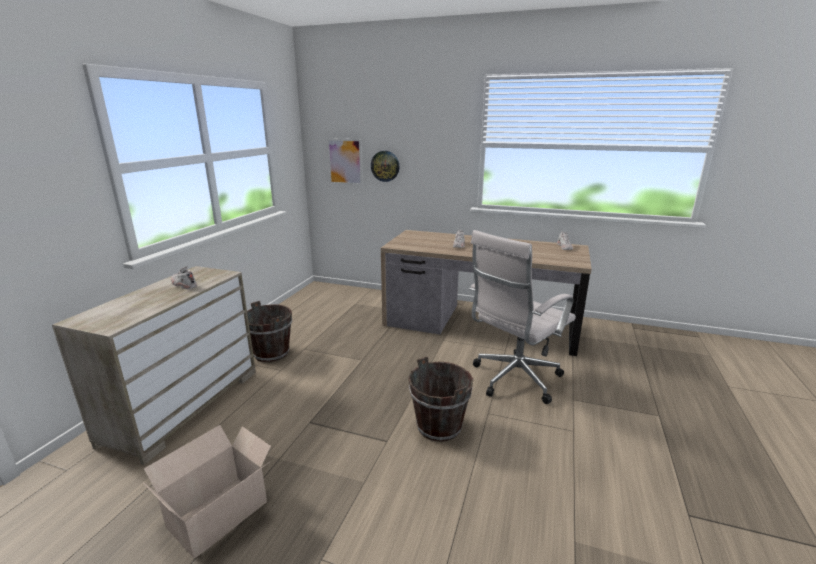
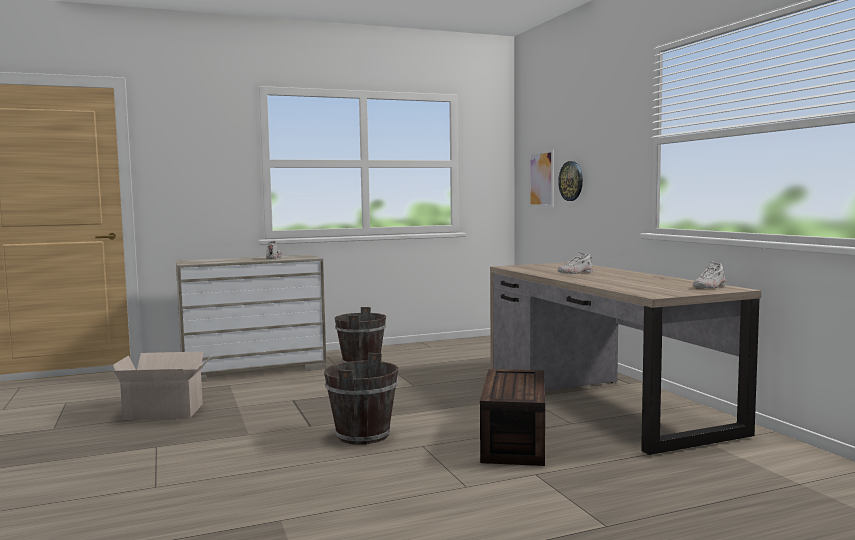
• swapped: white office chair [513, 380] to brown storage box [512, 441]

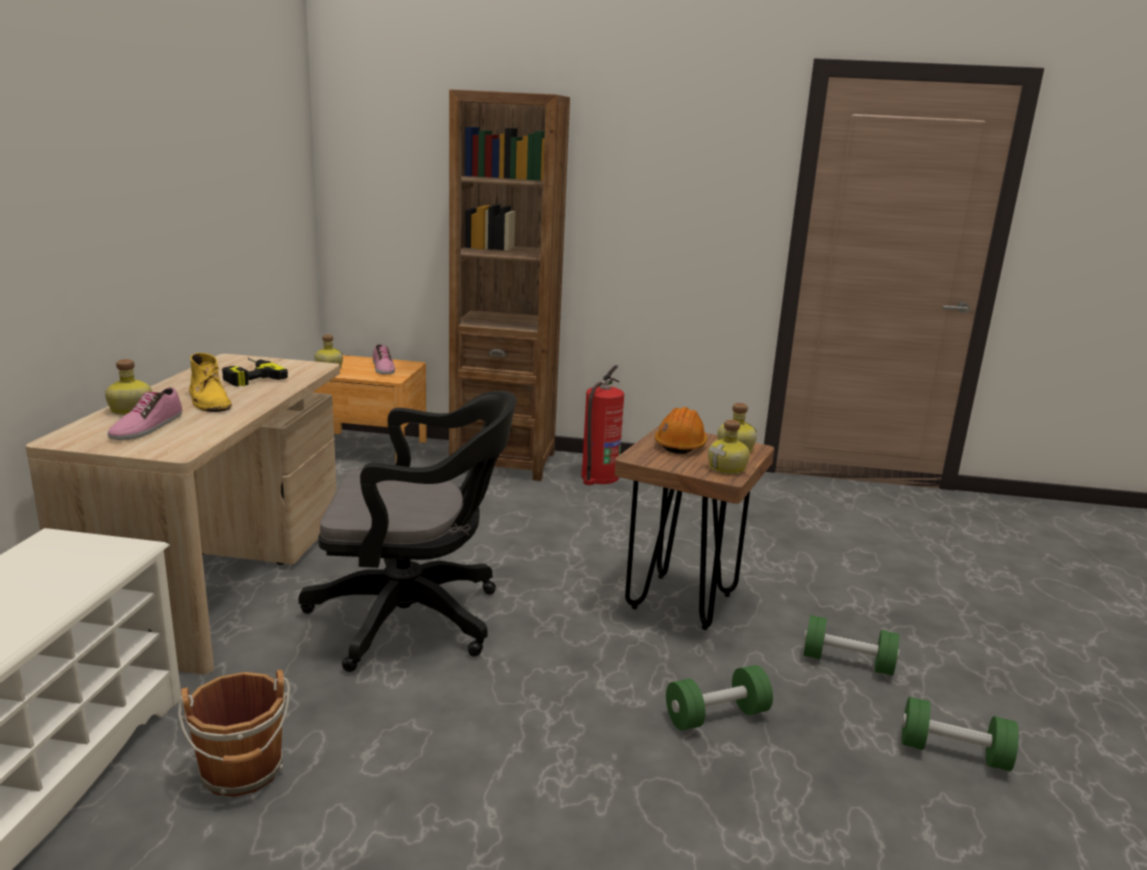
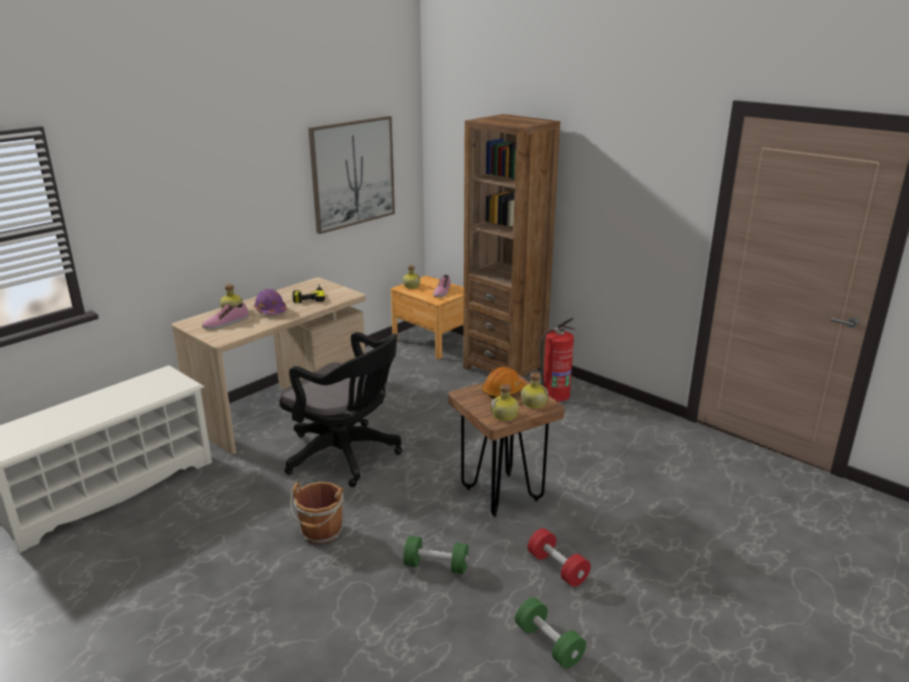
• swapped: yellow boot [209, 401] to purple hard hat [271, 310]
• shifted: brown bucket [243, 772] to [321, 533]
• new: picture [353, 173]
• repainted: green dumbbell [847, 662] to red dumbbell [557, 568]

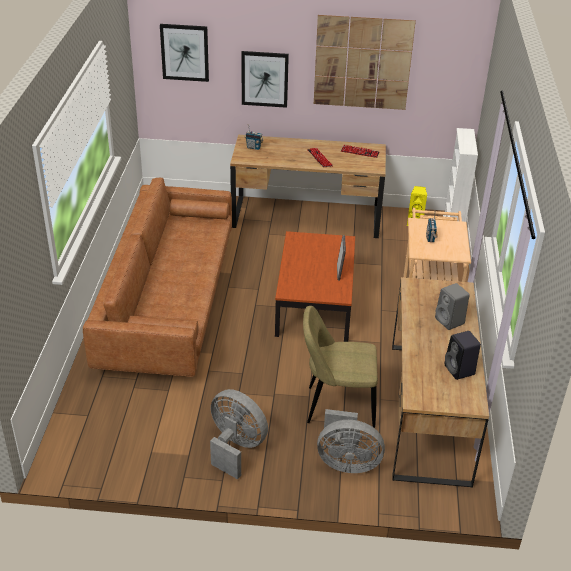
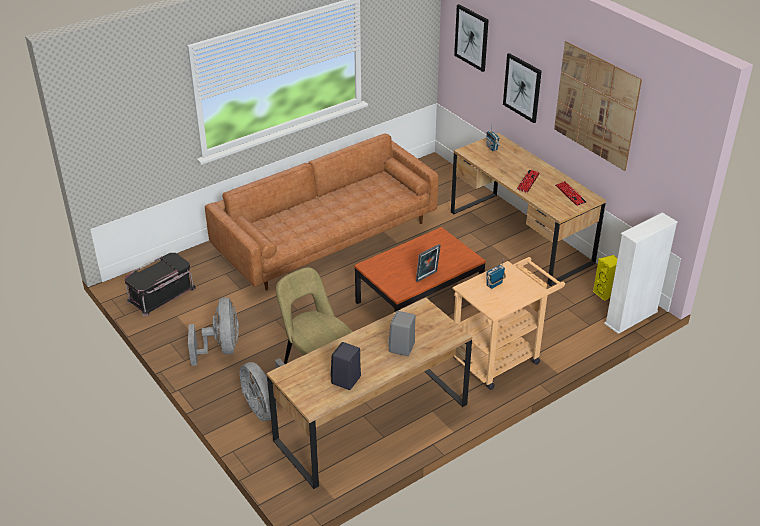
• new: black storage box [161, 295]

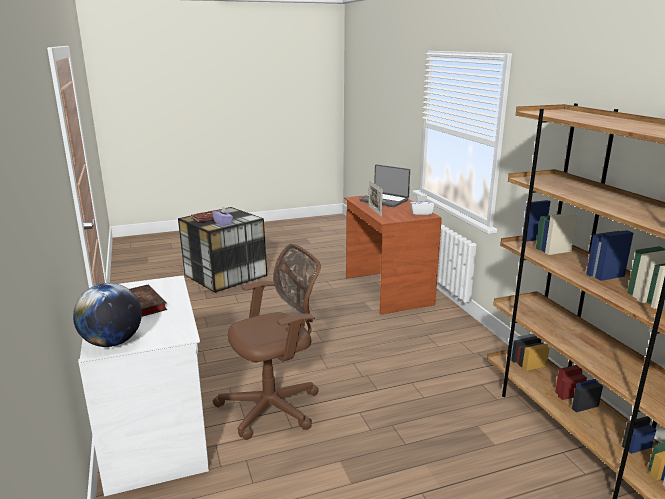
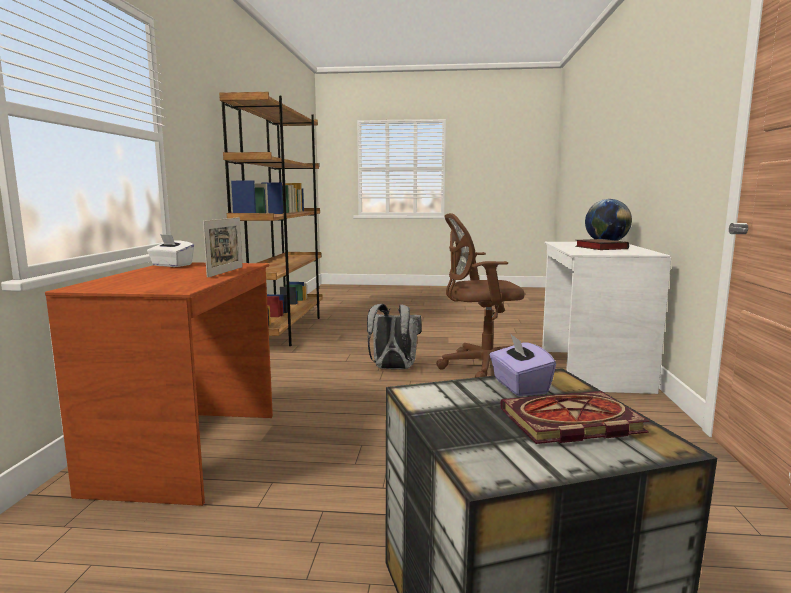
• new: grey backpack [392, 369]
• gone: laptop [384, 200]

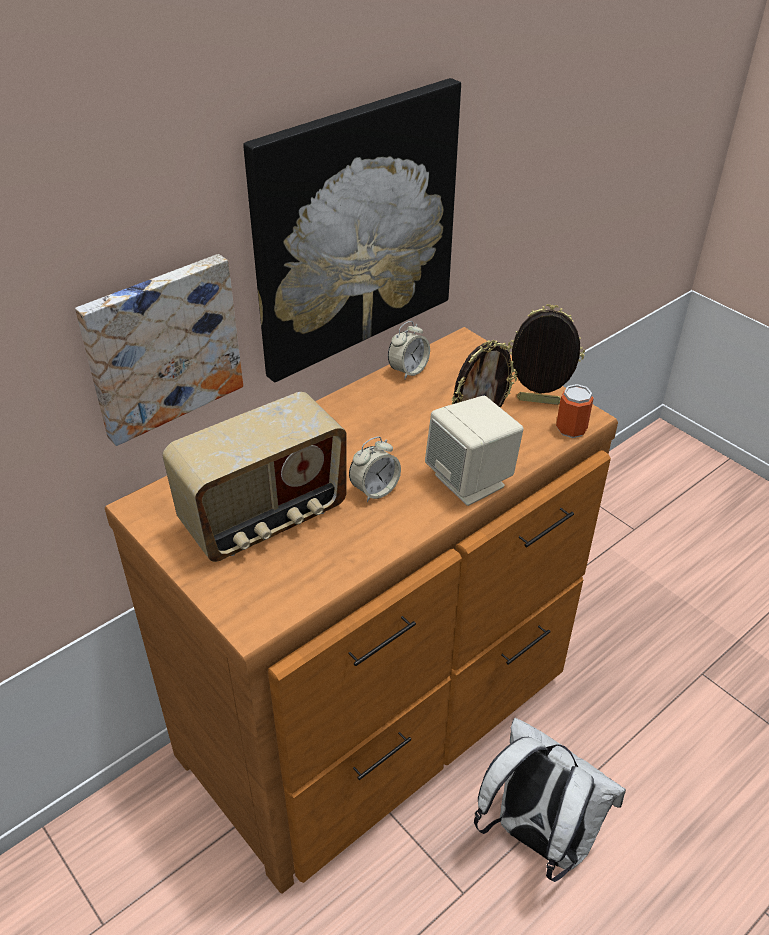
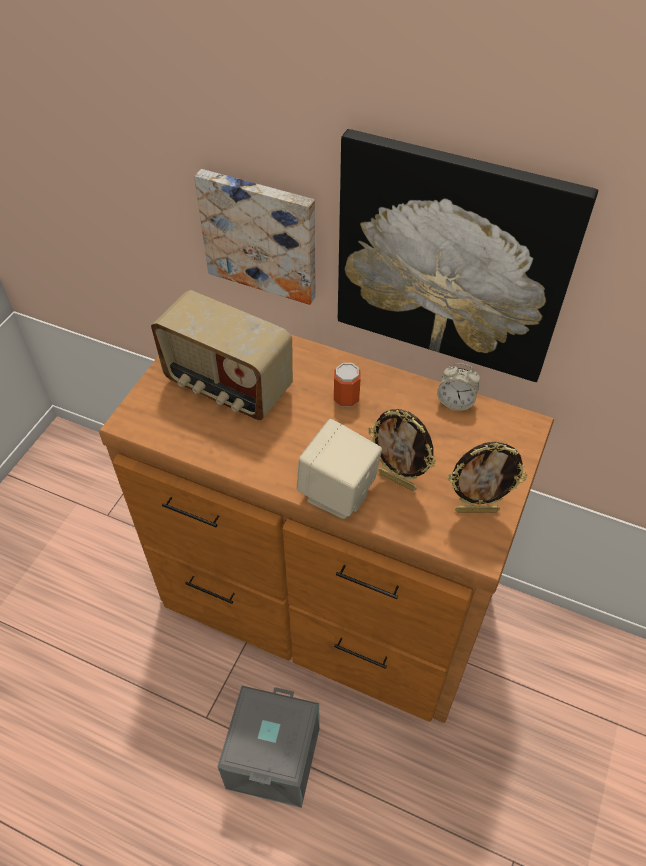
• swapped: white backpack [537, 838] to grey storage box [272, 757]
• shifted: can [571, 429] to [346, 398]
• rotated: picture frame [538, 402] = [477, 509] 105 degrees clockwise
• gone: alarm clock [374, 490]

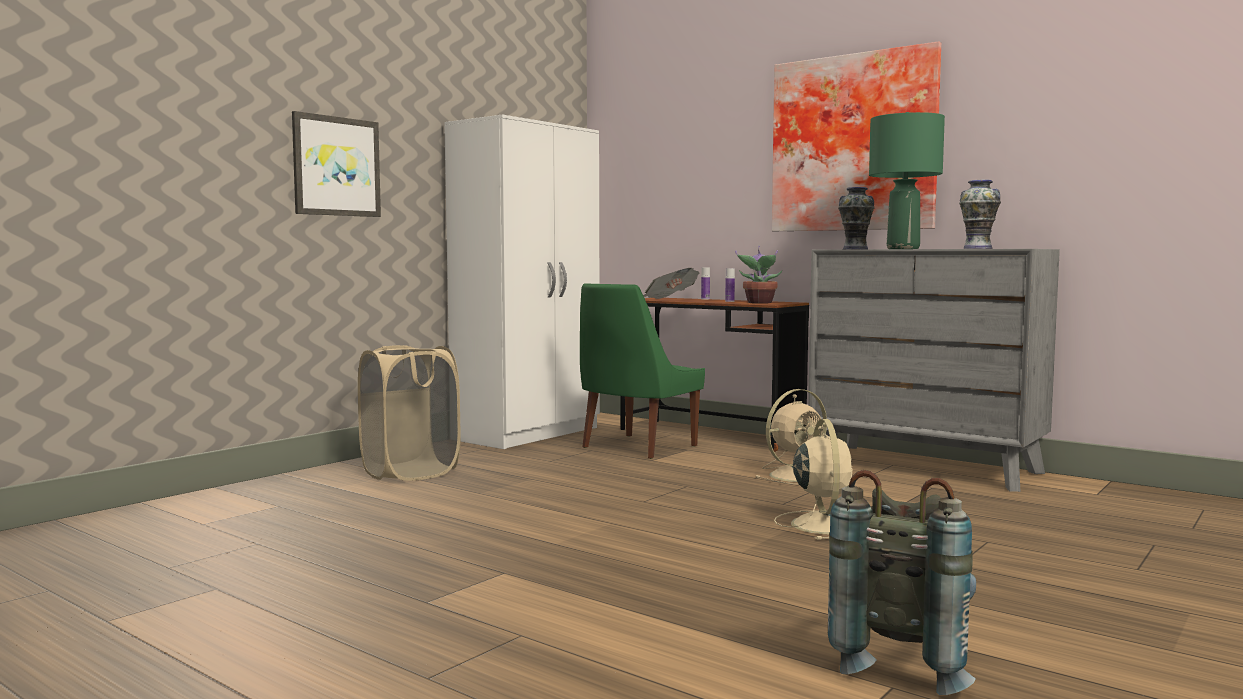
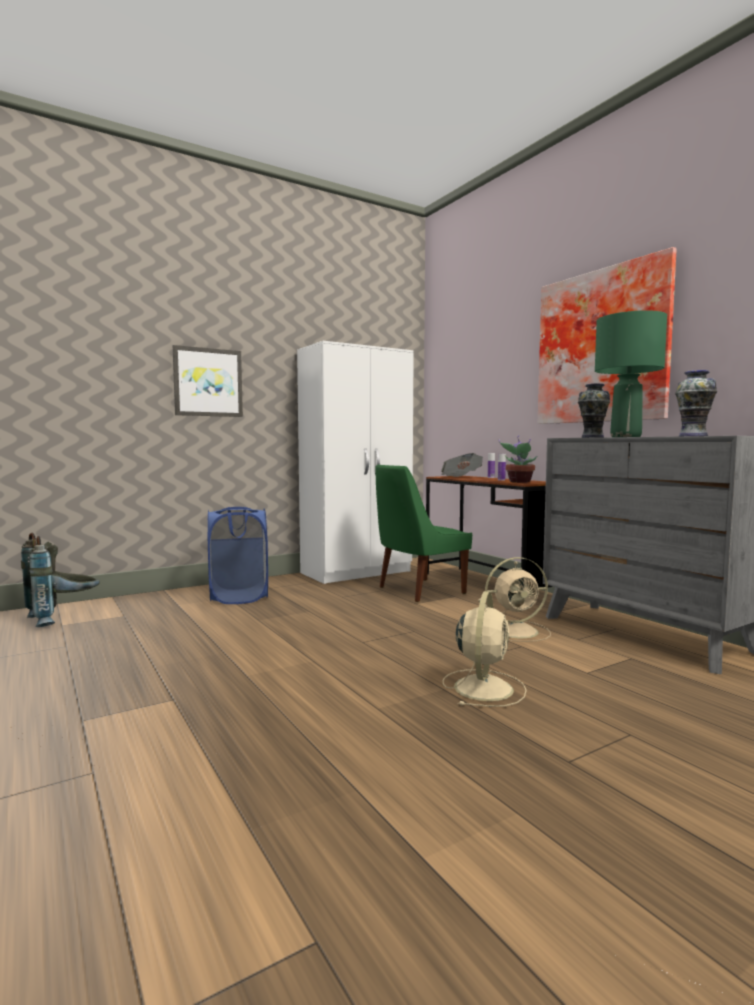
• shifted: grey backpack [904, 662] to [63, 618]
• repainted: beige laundry basket [410, 472] to blue laundry basket [238, 597]

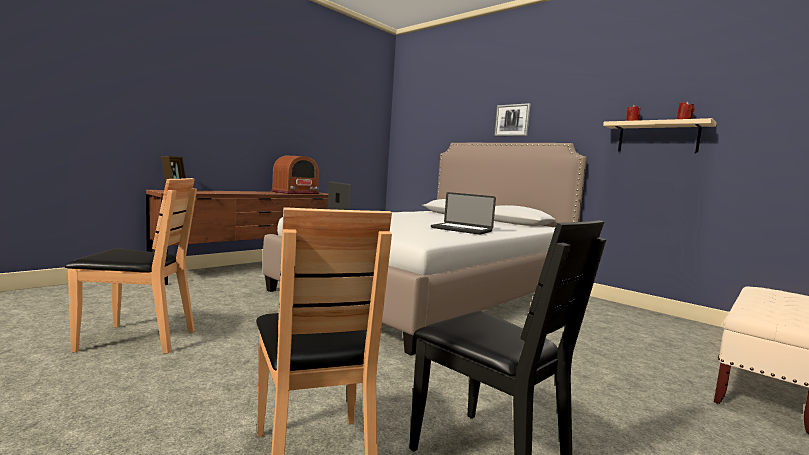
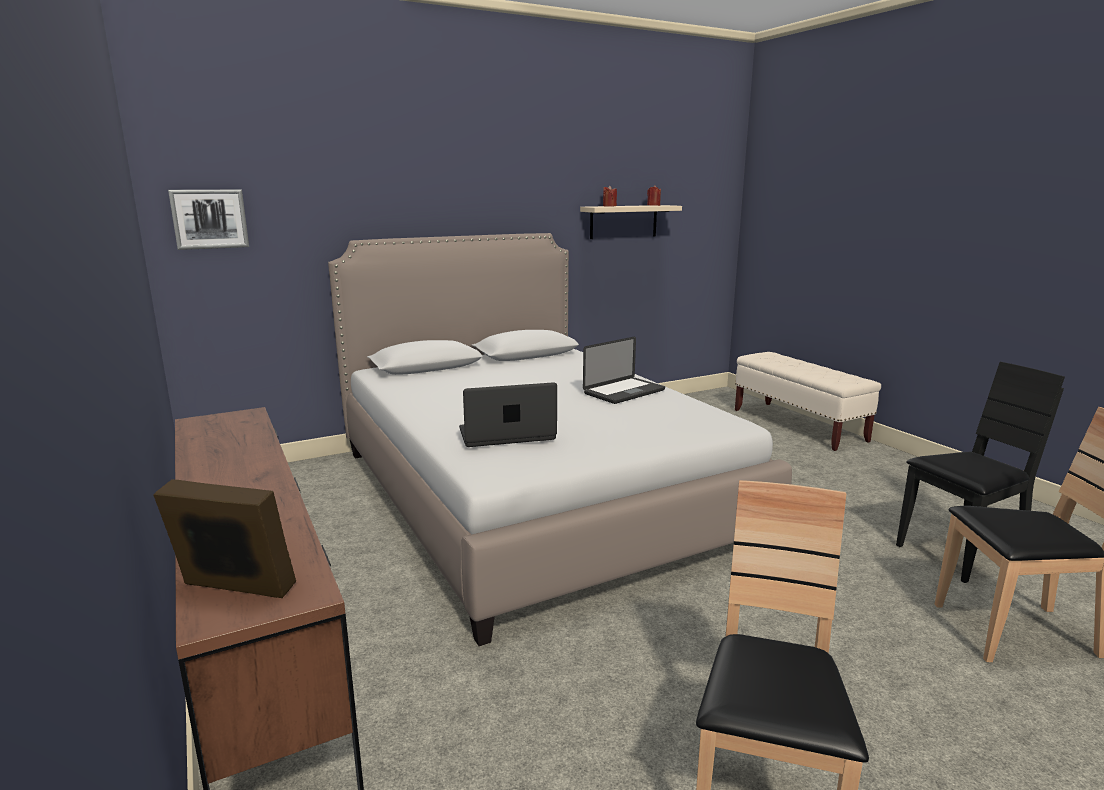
• shifted: picture [512, 120] to [209, 219]
• gone: radio [295, 193]

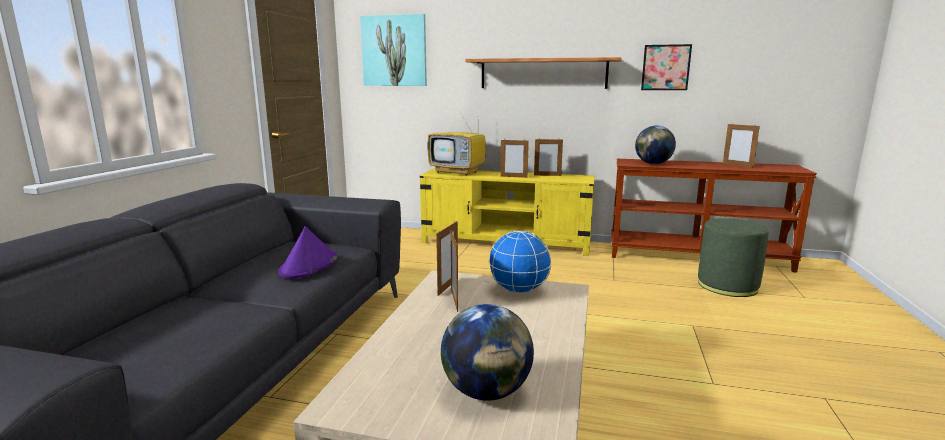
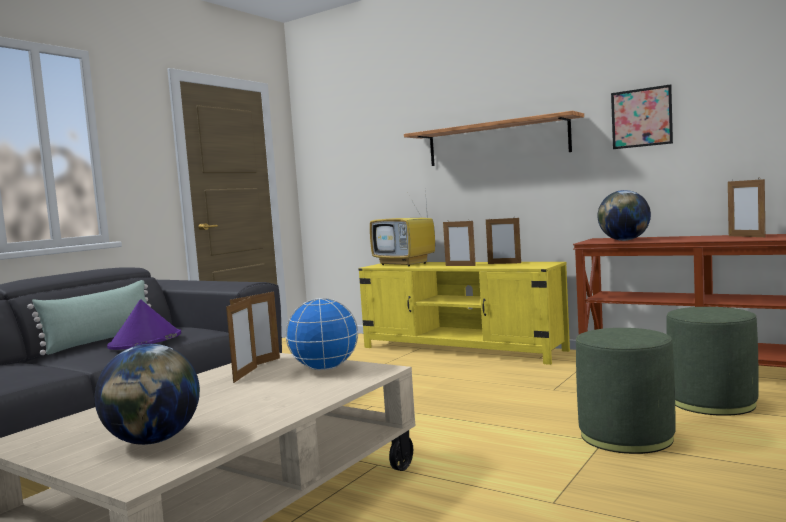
• new: green pillow [102, 341]
• new: green ottoman [626, 436]
• gone: picture [394, 51]

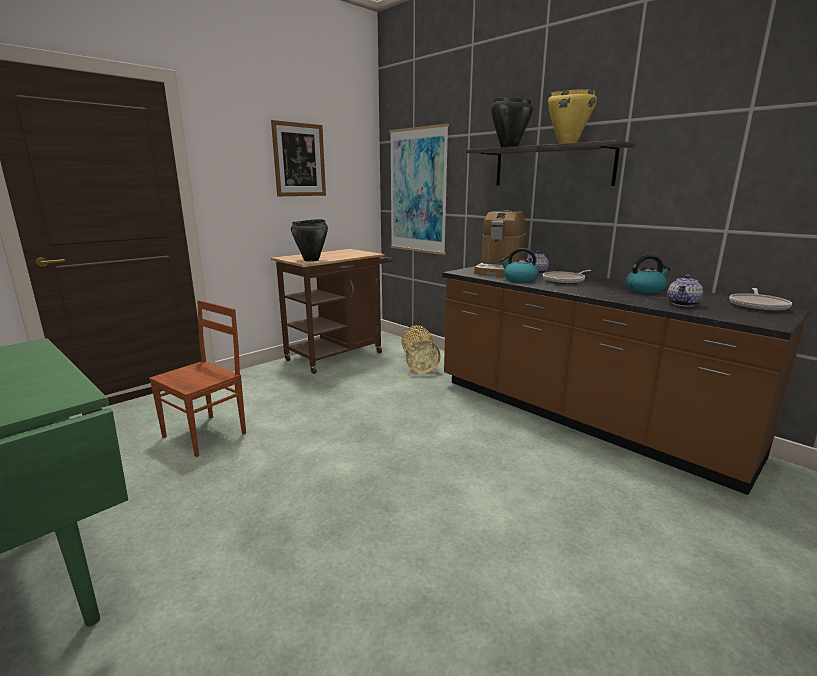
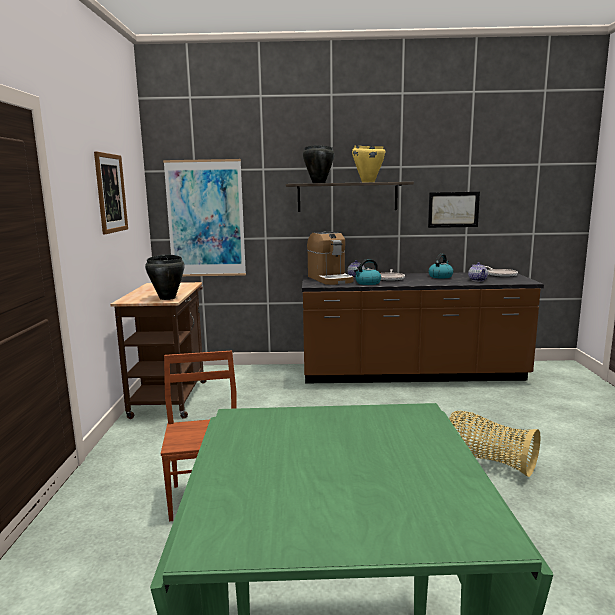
• new: picture [453, 209]
• shifted: basket [419, 362] to [487, 460]

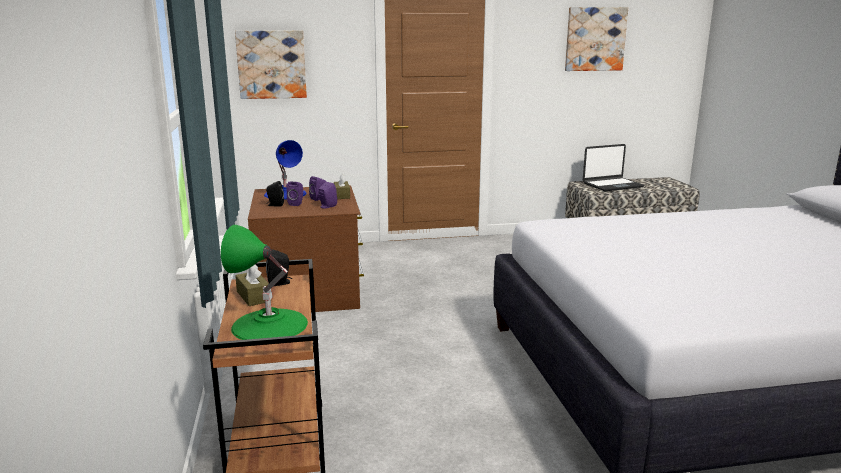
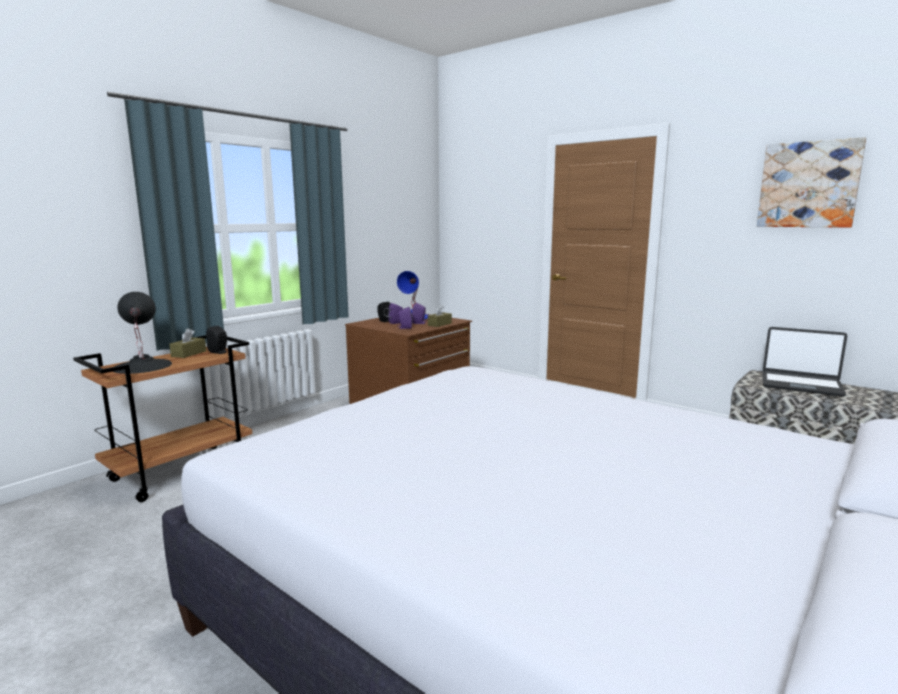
• repainted: green table lamp [269, 325] to black table lamp [142, 366]
• gone: picture [271, 64]

